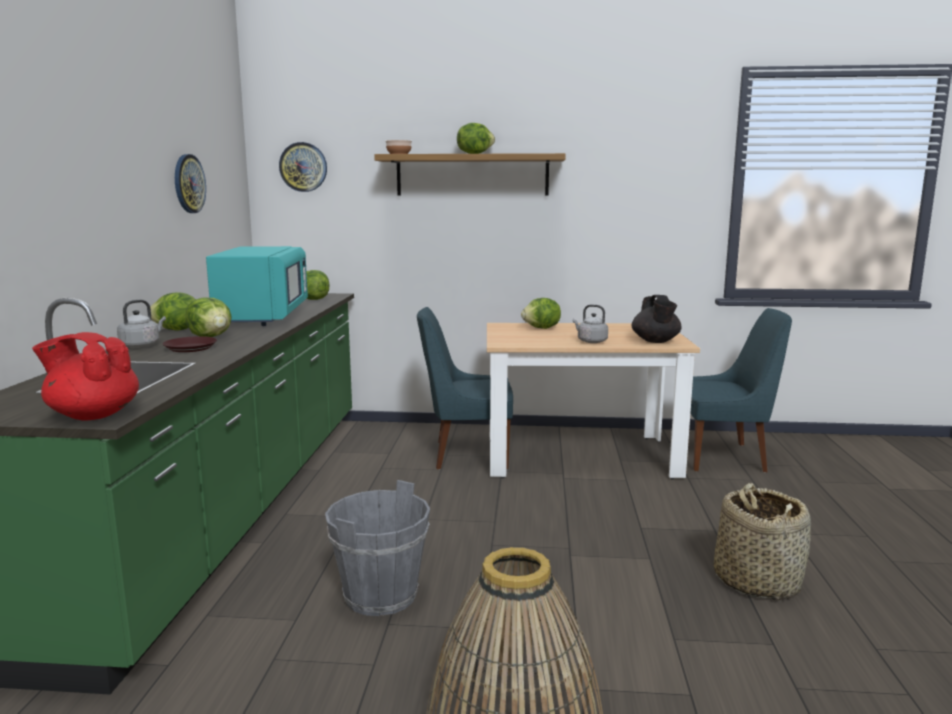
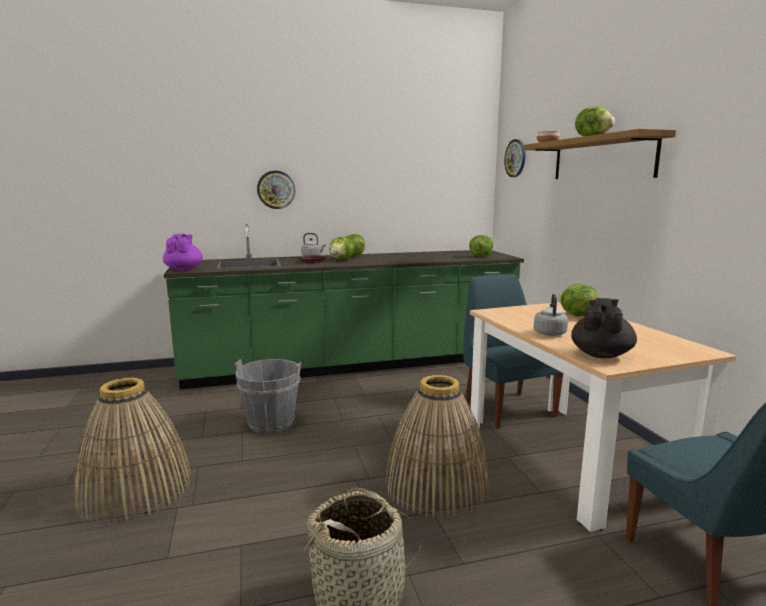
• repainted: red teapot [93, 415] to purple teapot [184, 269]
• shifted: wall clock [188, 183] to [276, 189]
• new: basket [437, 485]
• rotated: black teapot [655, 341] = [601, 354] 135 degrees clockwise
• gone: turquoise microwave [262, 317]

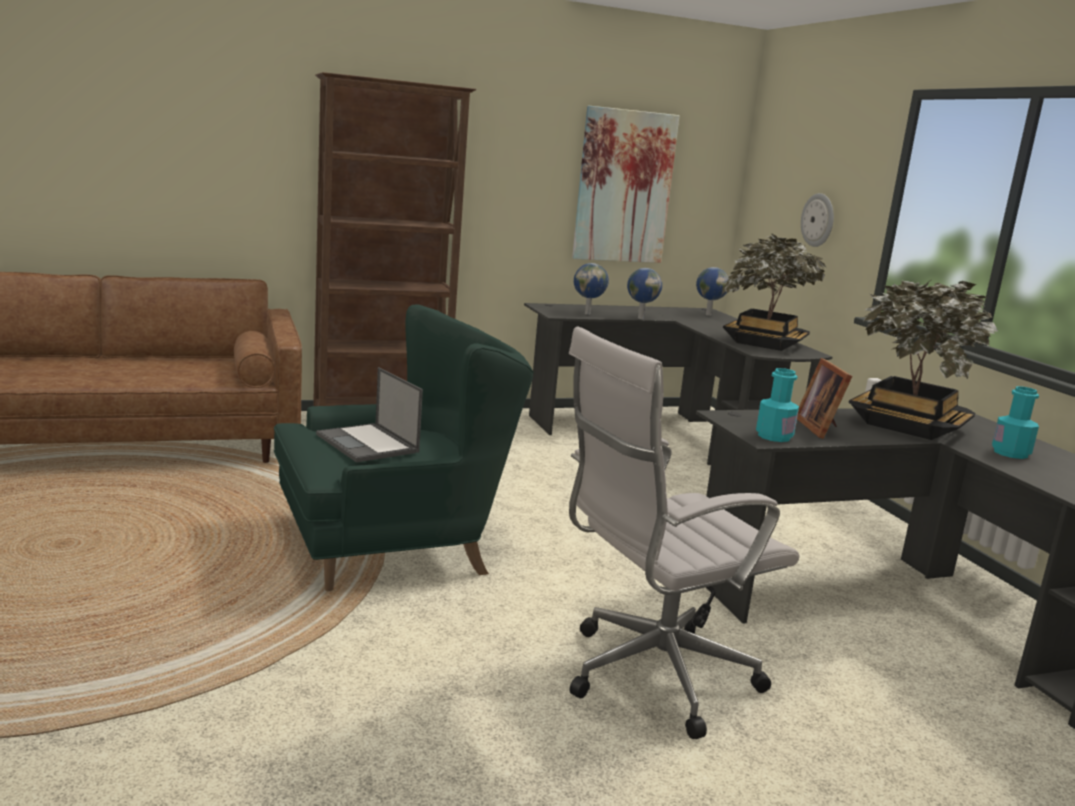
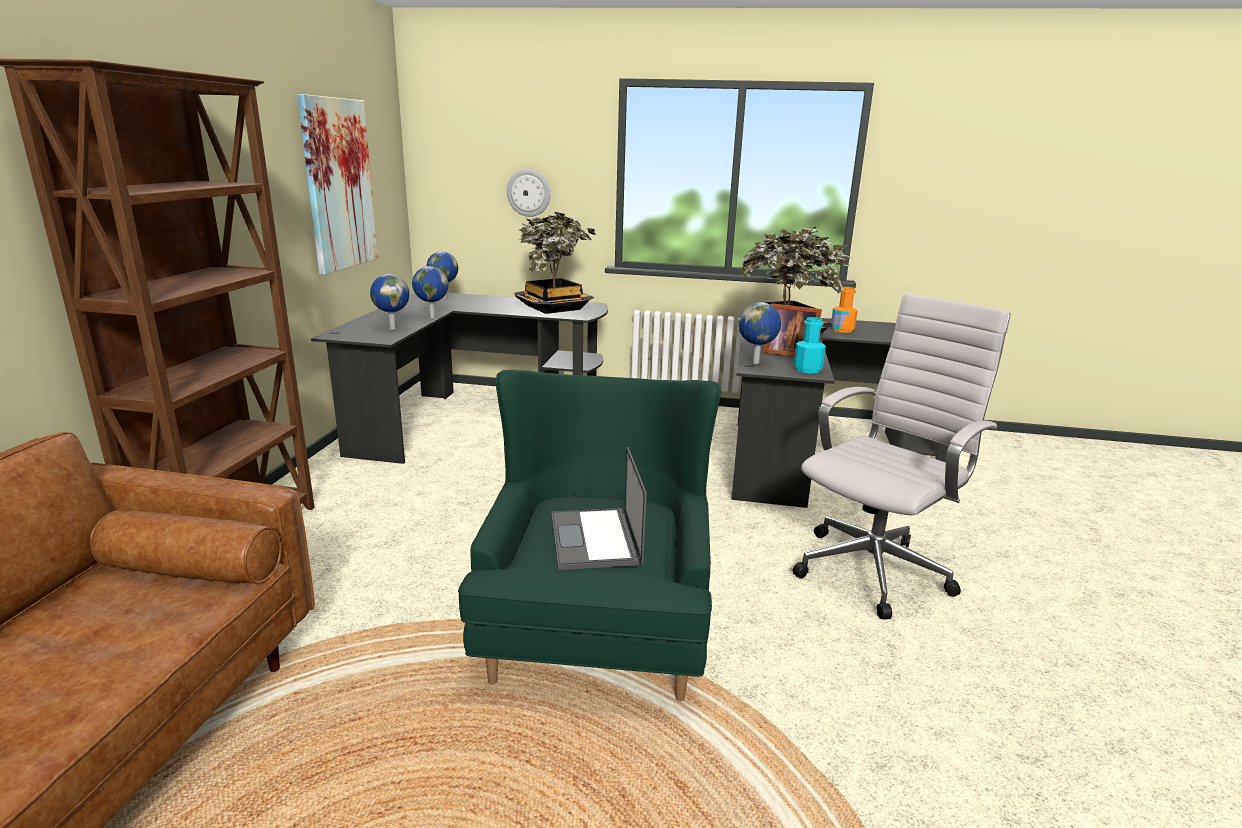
• rotated: laptop [368, 444] = [595, 540] 90 degrees clockwise
• new: globe [756, 362]
• rotated: white office chair [651, 677] = [875, 569] 135 degrees counterclockwise
• repainted: turquoise bottle [1010, 453] to orange bottle [842, 330]

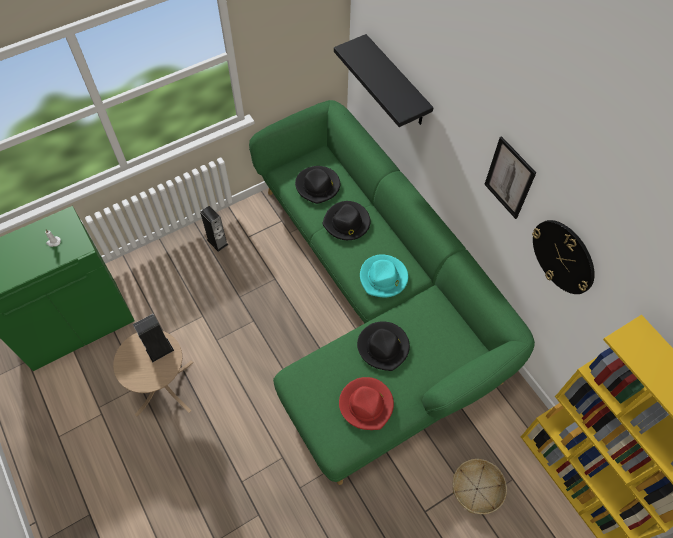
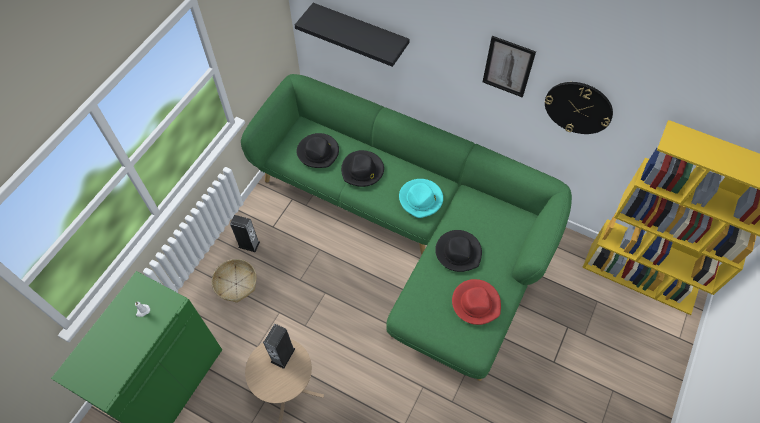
• shifted: basket [477, 488] to [236, 283]

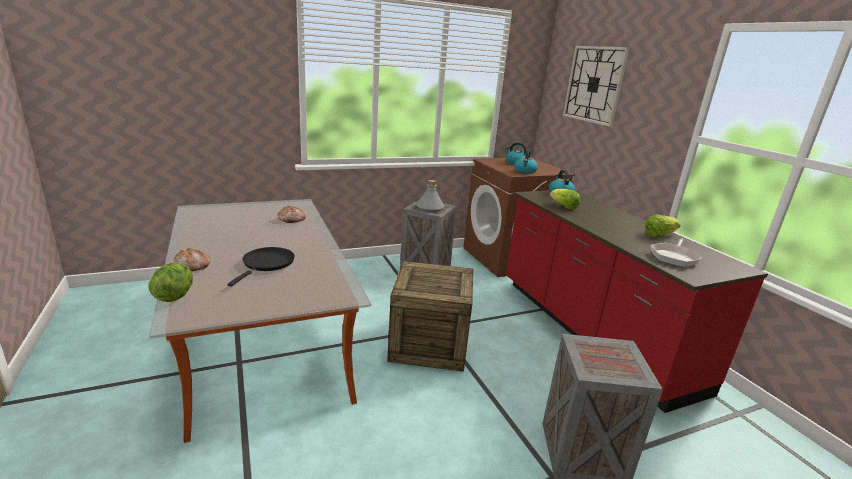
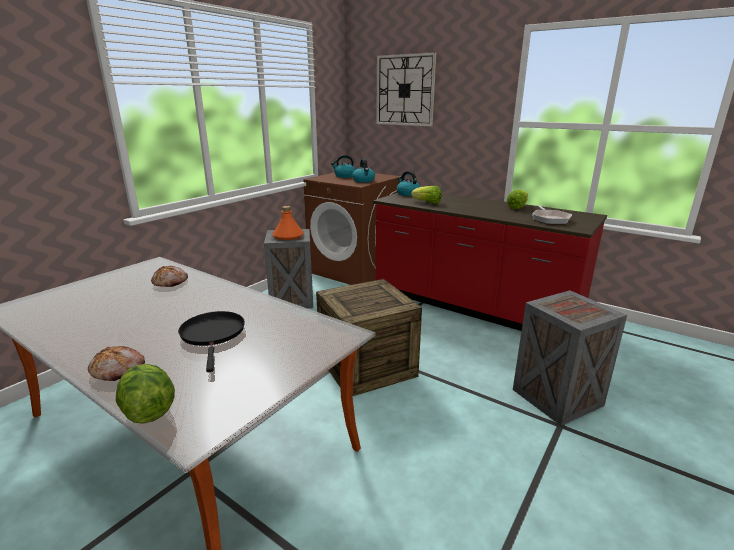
• repainted: grey bottle [429, 208] to orange bottle [288, 236]

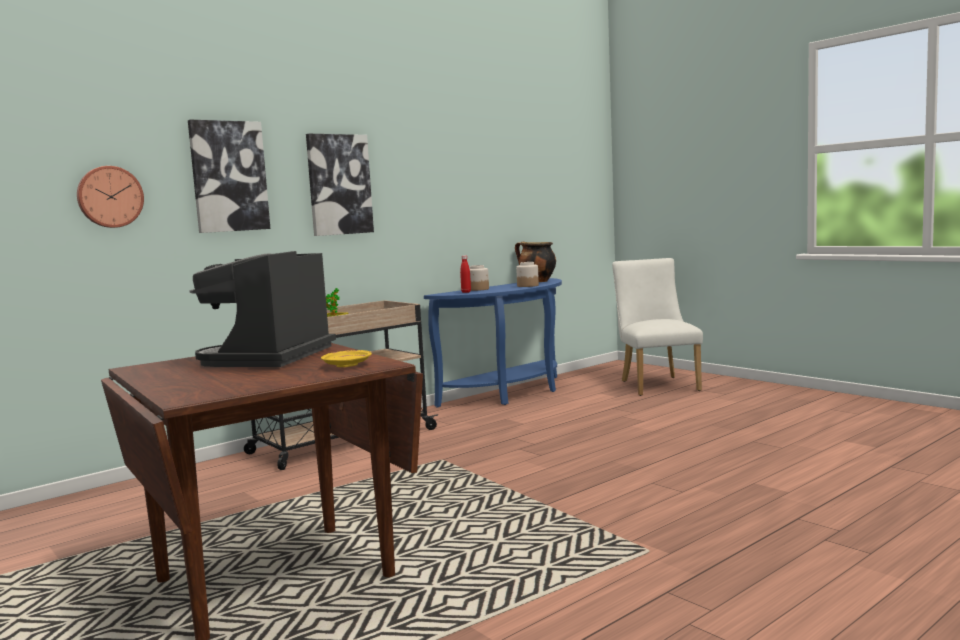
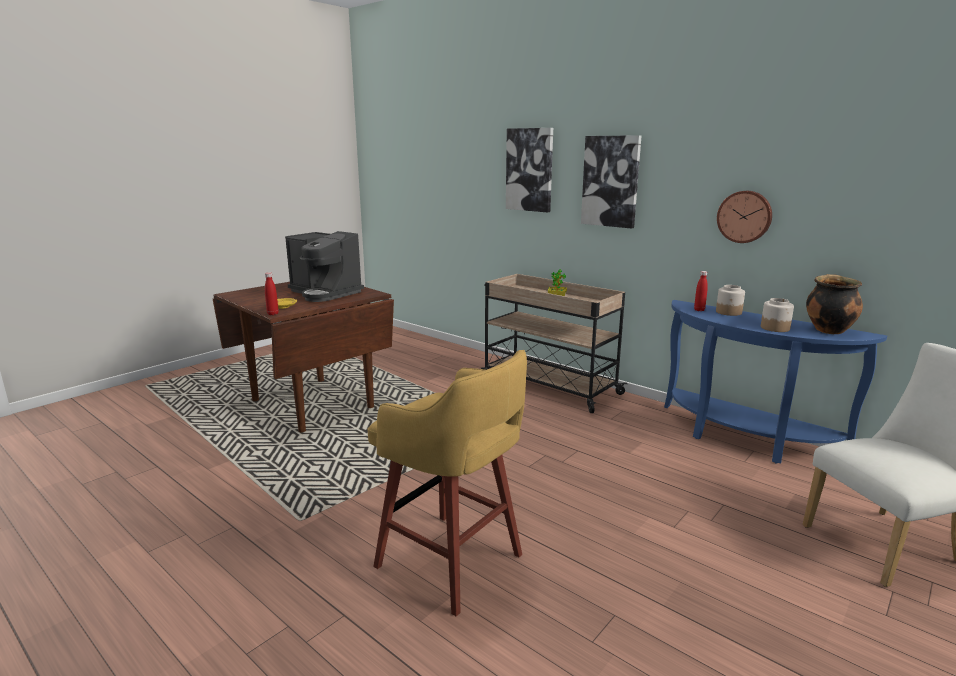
• new: red bottle [273, 314]
• rotated: coffee machine [269, 358] = [325, 293] 150 degrees counterclockwise
• new: yellow stool [452, 563]
• shifted: wall clock [110, 197] to [744, 216]

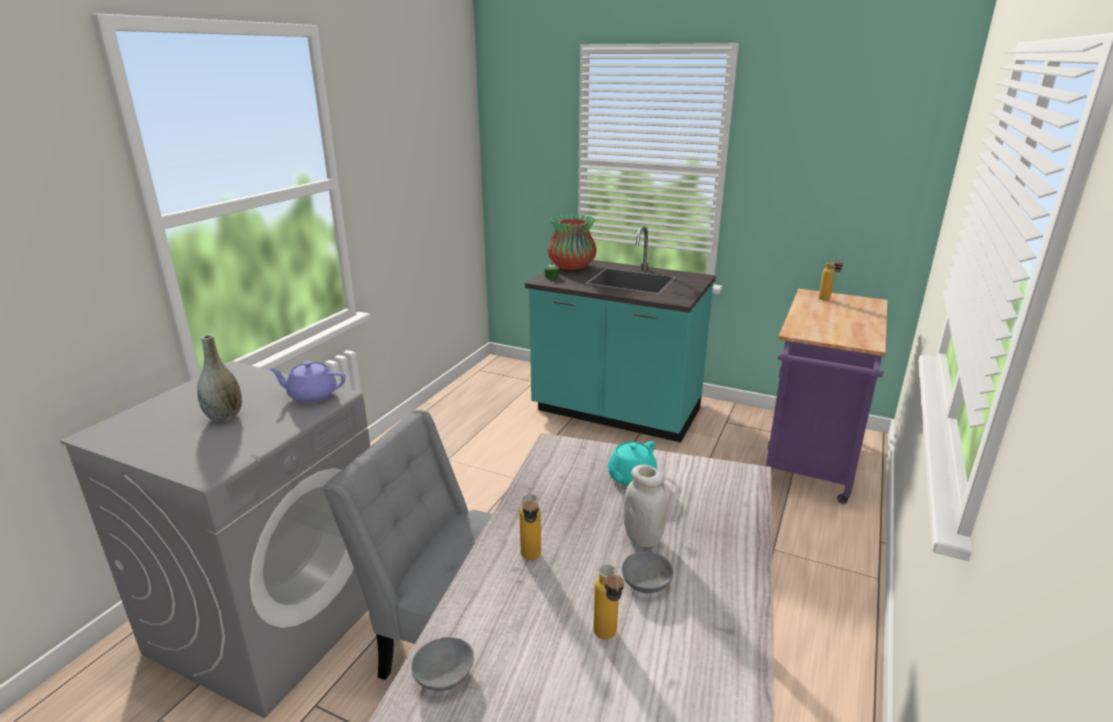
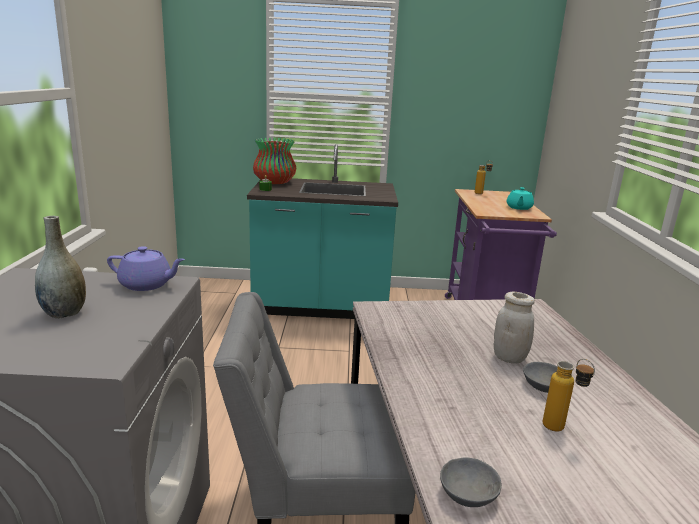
• rotated: purple teapot [311, 395] = [147, 285] 150 degrees counterclockwise
• shifted: turquoise teapot [630, 477] to [519, 208]
• gone: bottle [531, 560]

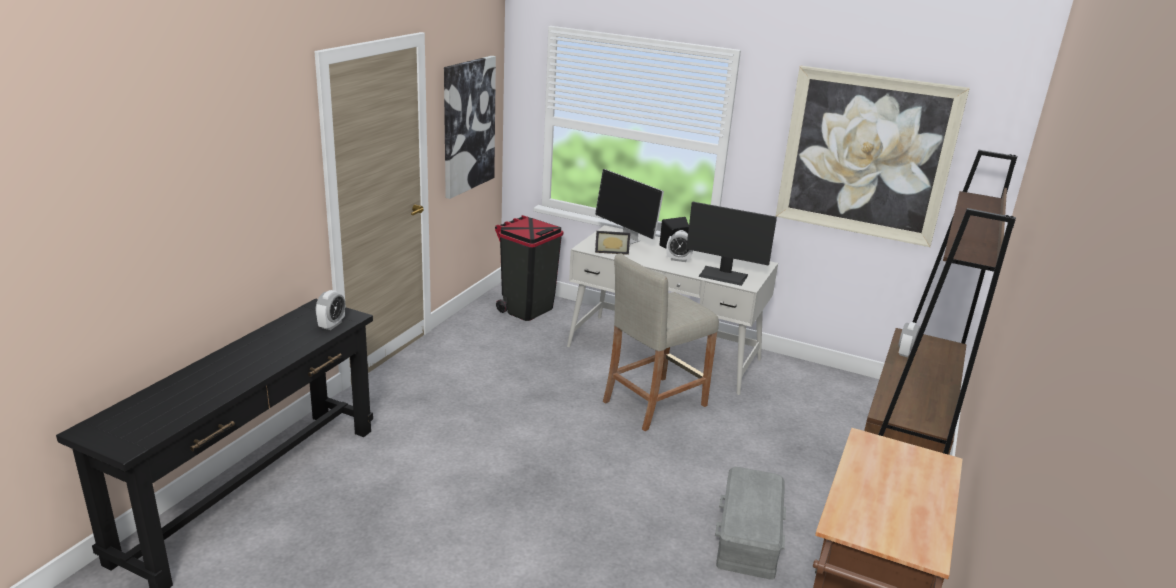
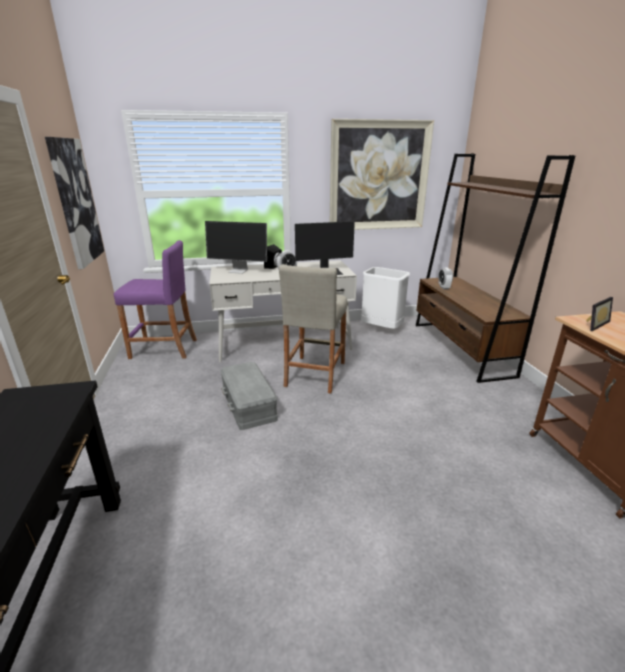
• swapped: black trash can [527, 309] to purple stool [164, 349]
• shifted: grey storage box [747, 534] to [248, 404]
• new: white trash can [382, 329]
• shifted: picture frame [611, 251] to [593, 324]
• gone: alarm clock [332, 325]

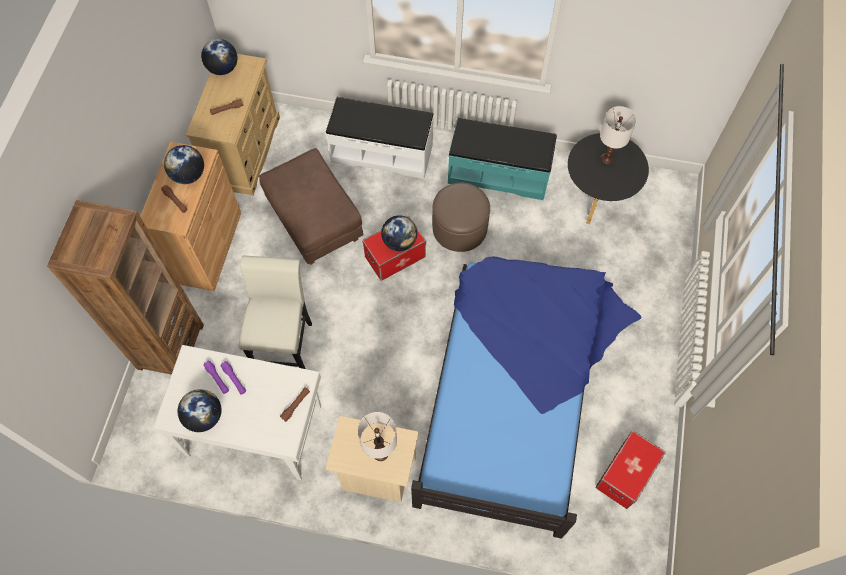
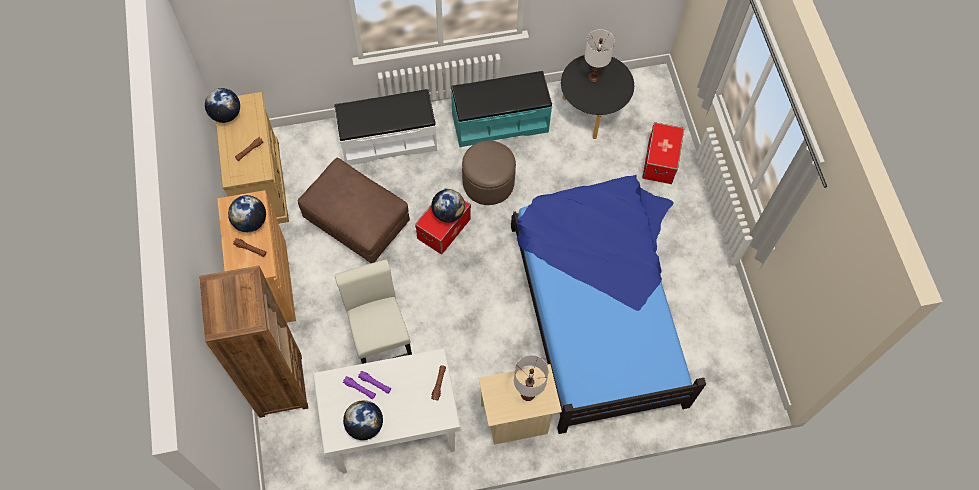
• shifted: storage box [625, 475] to [660, 161]

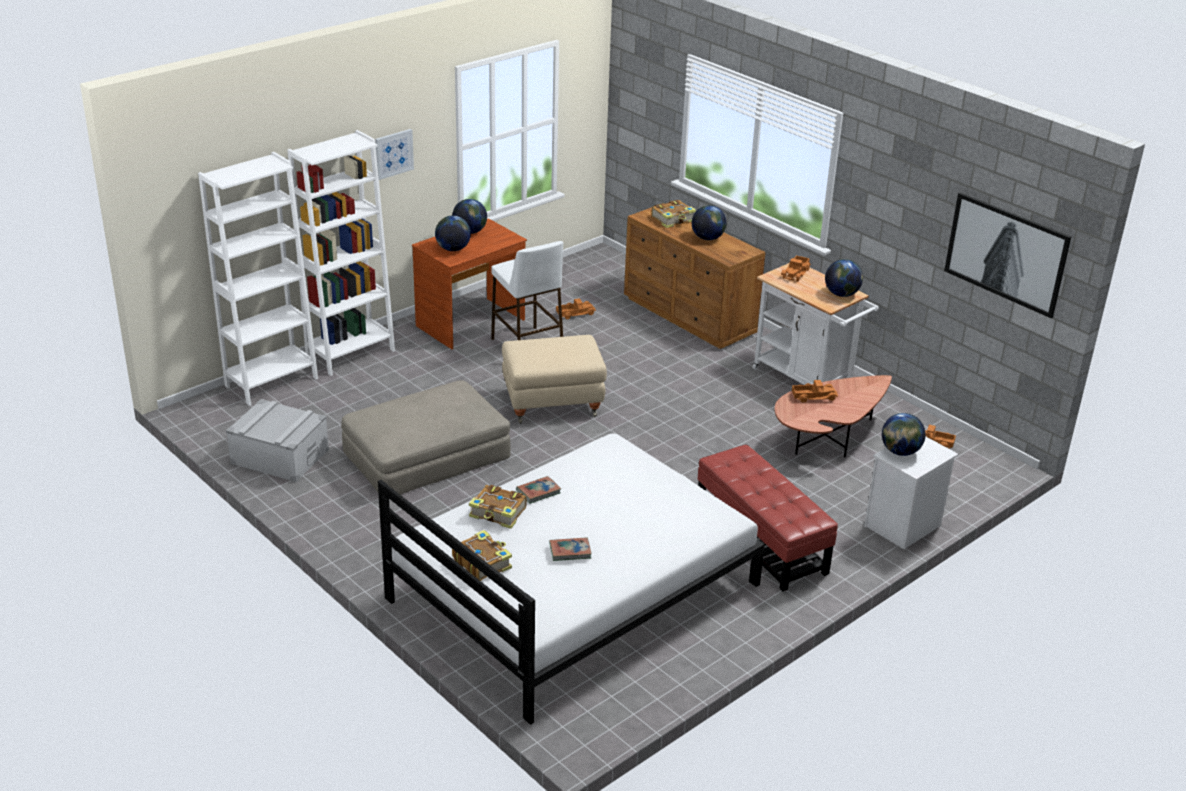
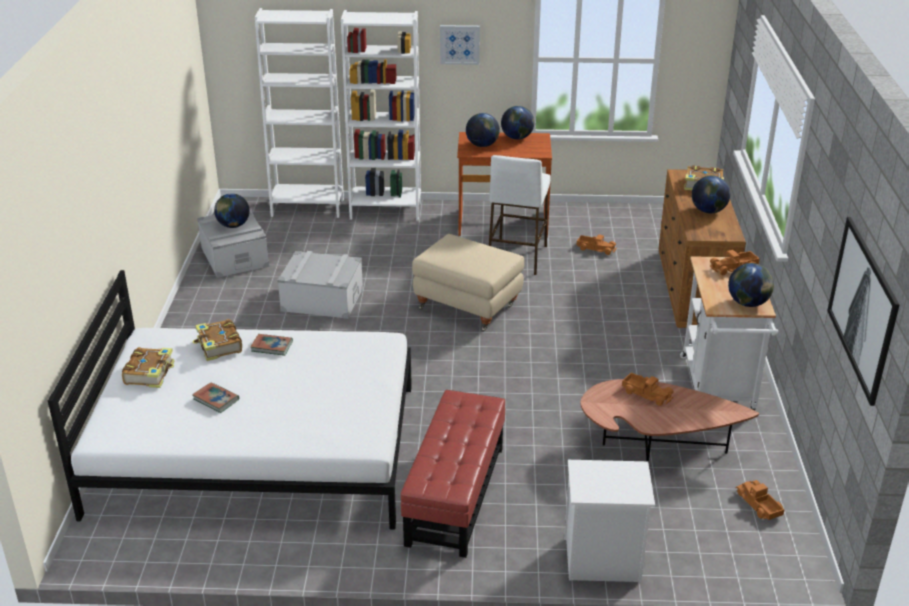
• shifted: globe [900, 452] to [233, 225]
• swapped: beige ottoman [427, 454] to grey storage box [322, 300]

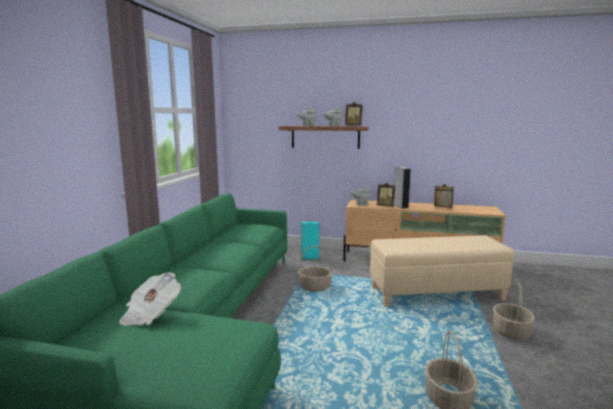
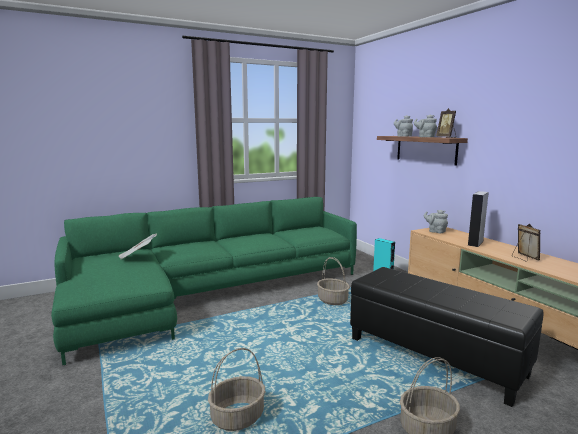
• repainted: beige ottoman [436, 293] to black ottoman [435, 356]
• gone: picture frame [386, 206]

